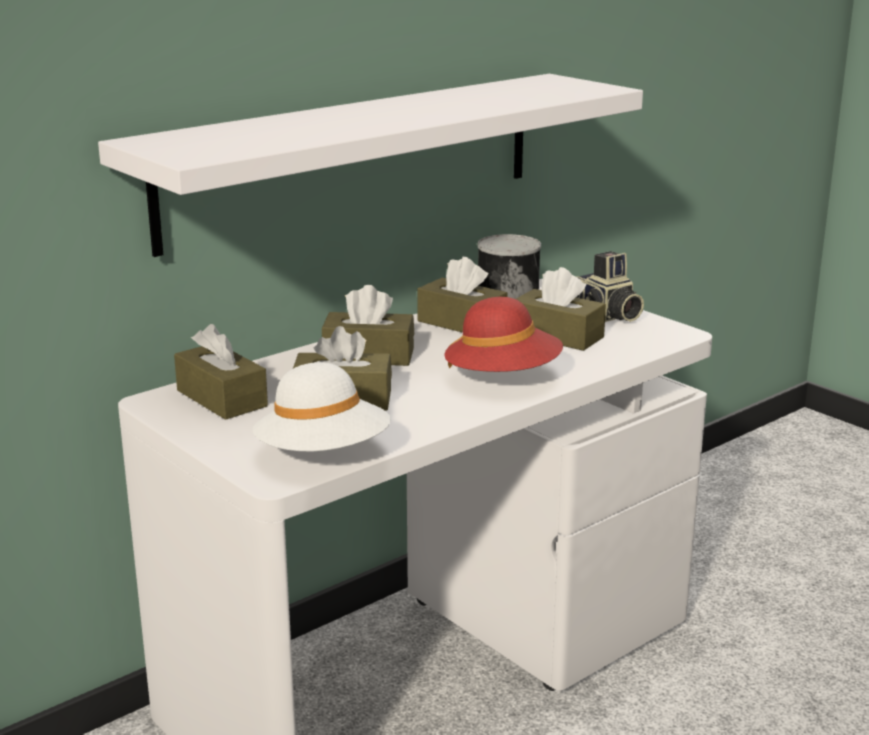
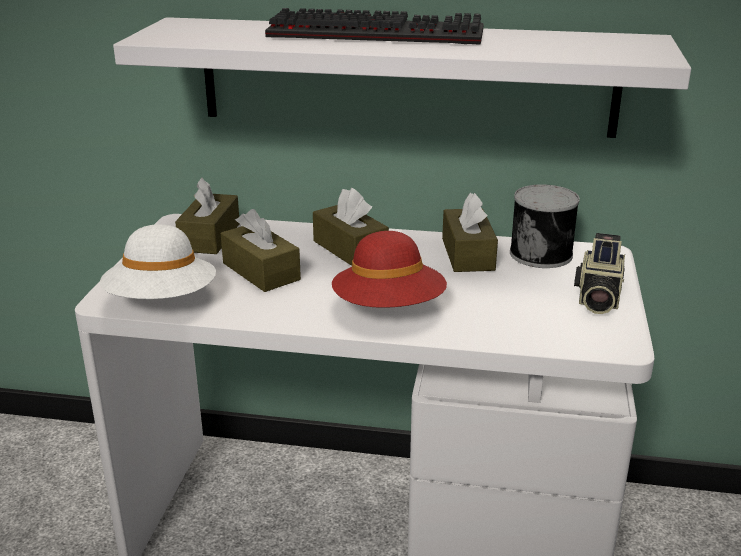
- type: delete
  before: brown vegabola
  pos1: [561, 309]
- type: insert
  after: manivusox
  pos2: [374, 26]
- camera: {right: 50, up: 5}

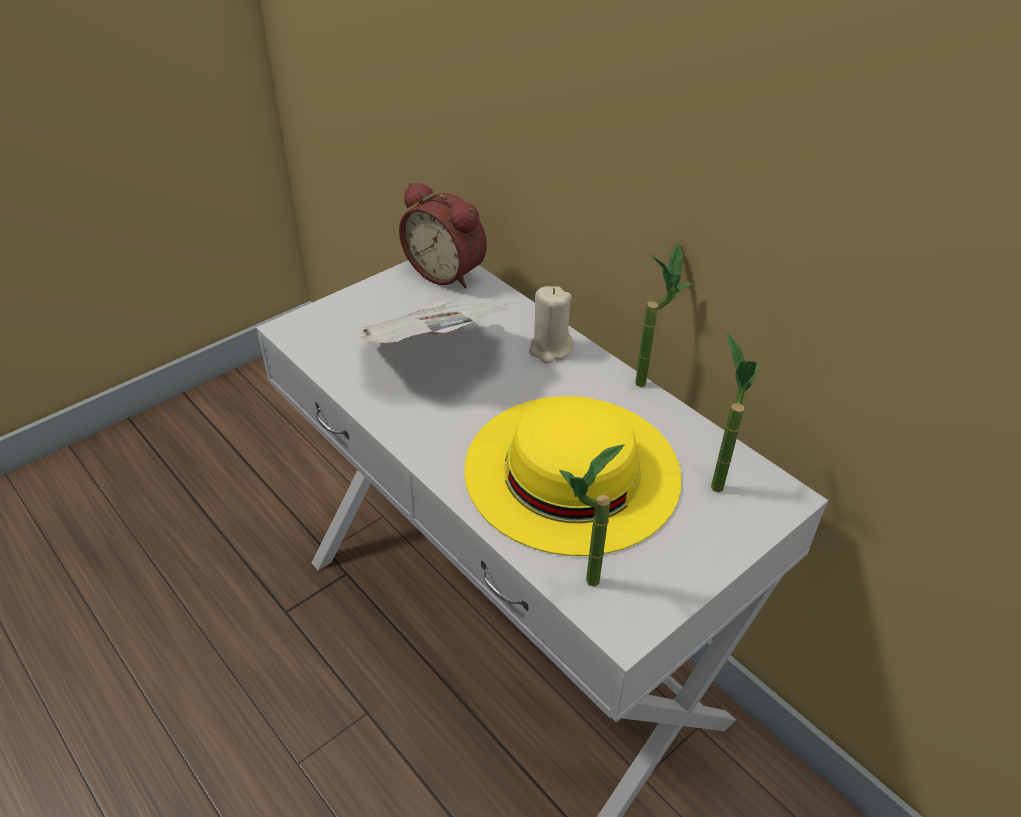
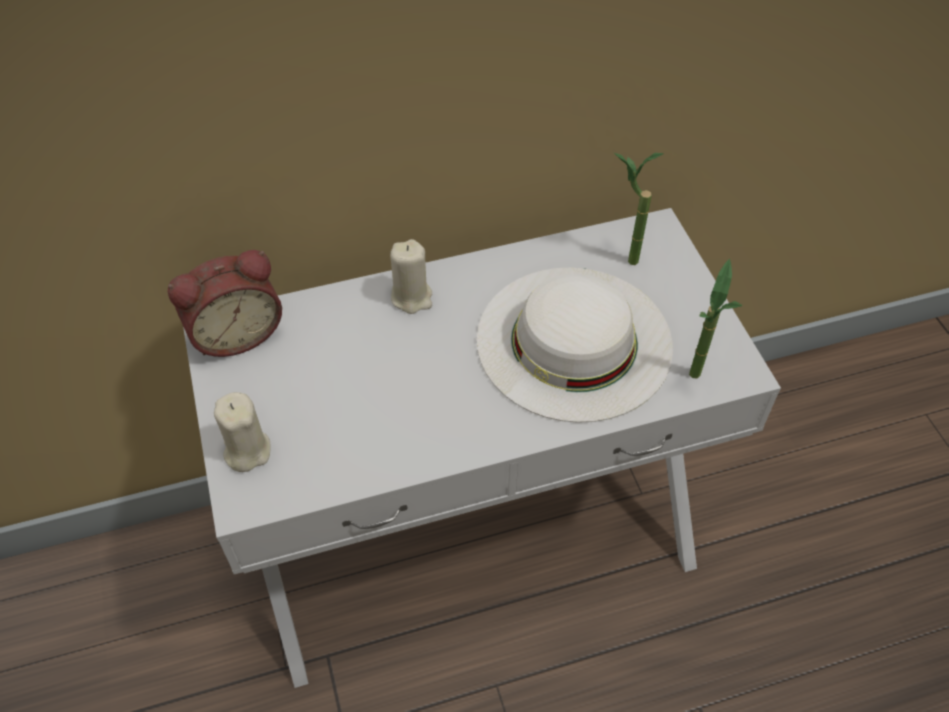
- type: delete
  before: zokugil
  pos1: [434, 322]
- type: delete
  before: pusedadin
  pos1: [664, 314]
- type: insert
  after: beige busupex
  pos2: [242, 432]
- type: recolor
  before: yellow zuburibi
  after: white zuburibi
  pos1: [573, 476]
  pos2: [575, 345]
- camera: {right: -65, up: 10}

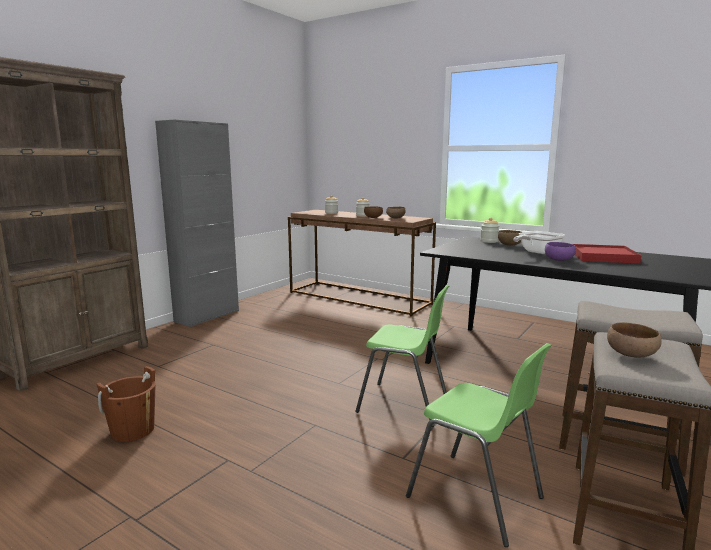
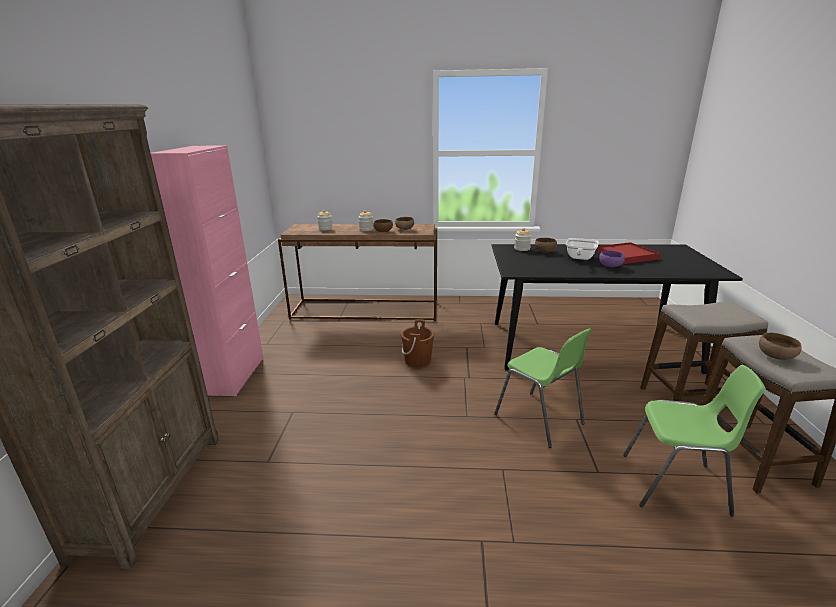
- type: move
  before: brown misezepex
  pos1: [126, 404]
  pos2: [417, 343]
- type: recolor
  before: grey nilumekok
  after: pink nilumekok
  pos1: [197, 223]
  pos2: [207, 270]
- type: rotate
  before: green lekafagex
  pos1: [402, 356]
  pos2: [543, 388]
  turn: 60
- camera: {right: -30, up: 10}

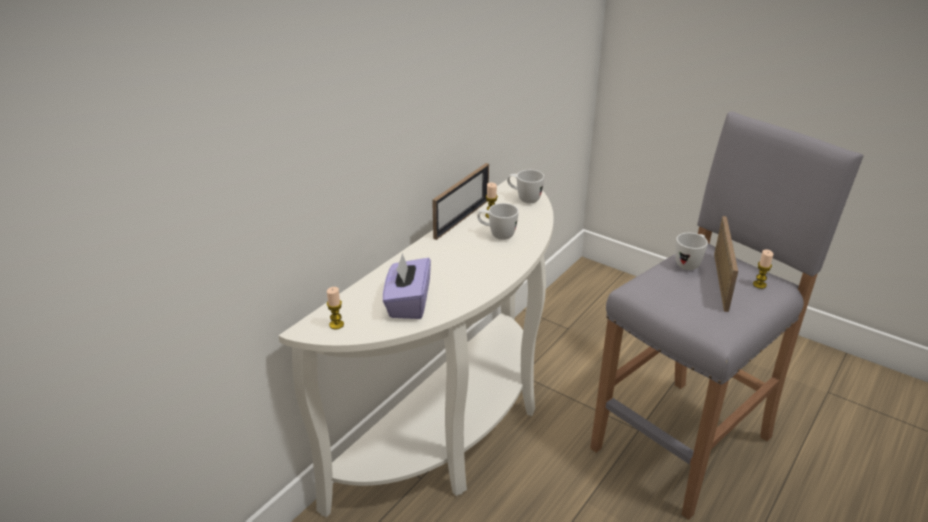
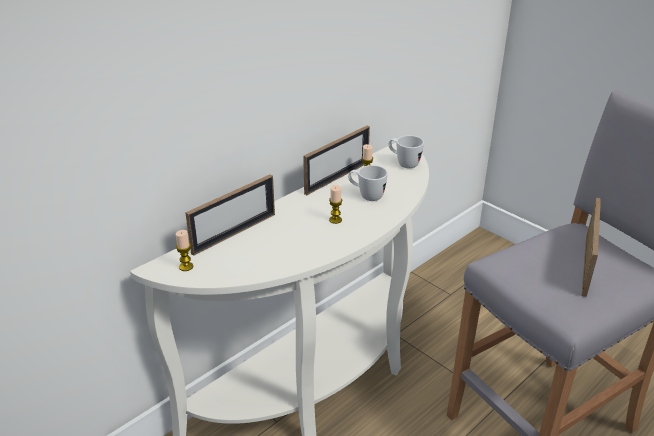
- type: delete
  before: purple vegabola
  pos1: [407, 286]
- type: delete
  before: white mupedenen
  pos1: [691, 251]
- type: insert
  after: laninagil
  pos2: [230, 215]
- type: move
  before: busupex
  pos1: [763, 269]
  pos2: [335, 204]
- camera: {right: 10, up: 0}

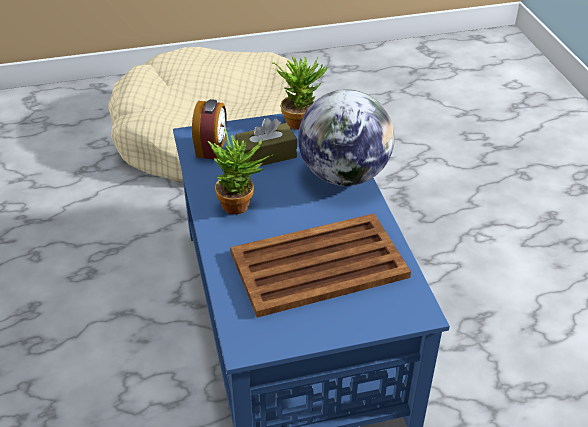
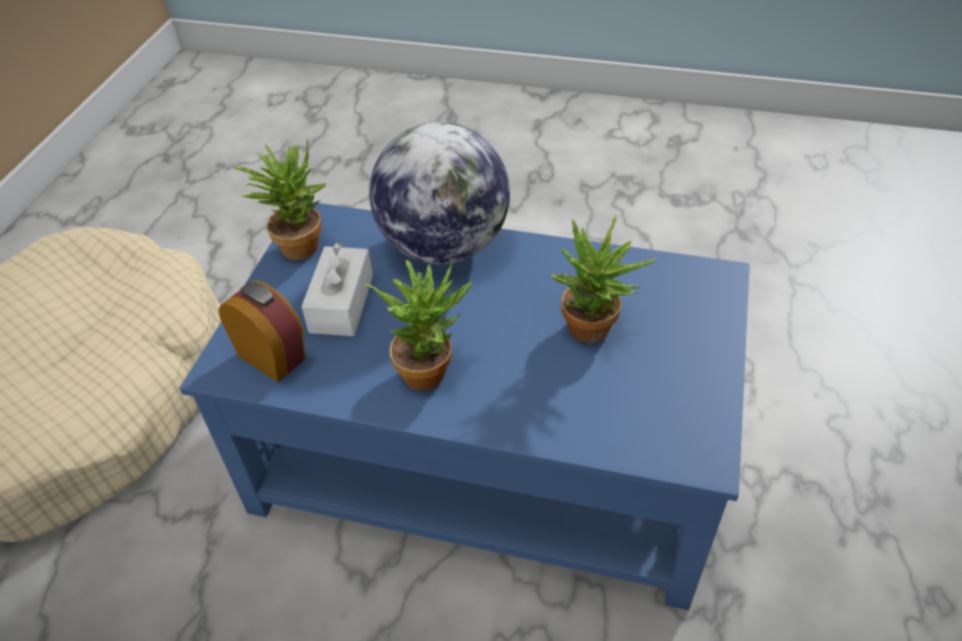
- type: replace
  before: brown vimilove
  after: pusedadin
  pos1: [321, 266]
  pos2: [603, 279]
- type: recolor
  before: brown vegabola
  after: white vegabola
  pos1: [266, 142]
  pos2: [337, 289]
- camera: {right: -60, up: 5}

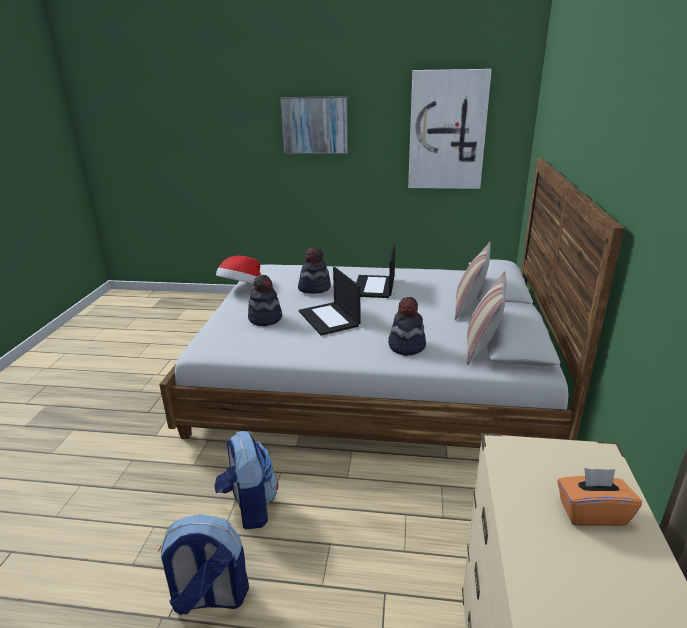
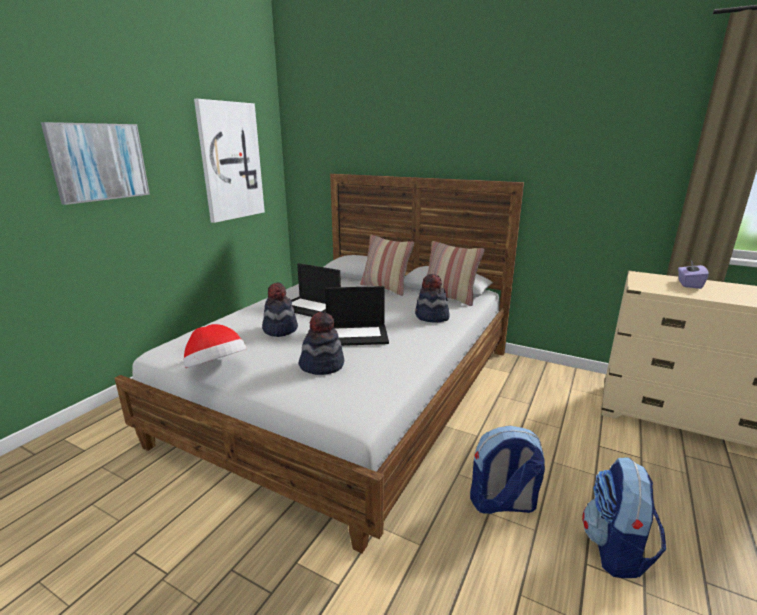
- type: recolor
  before: orange vegabola
  after: purple vegabola
  pos1: [599, 497]
  pos2: [693, 274]
- camera: {right: -70, up: -5}

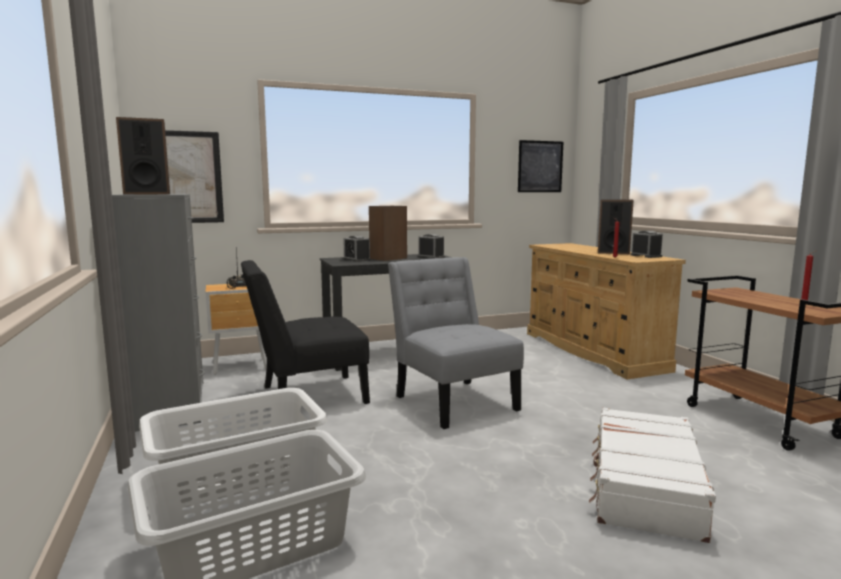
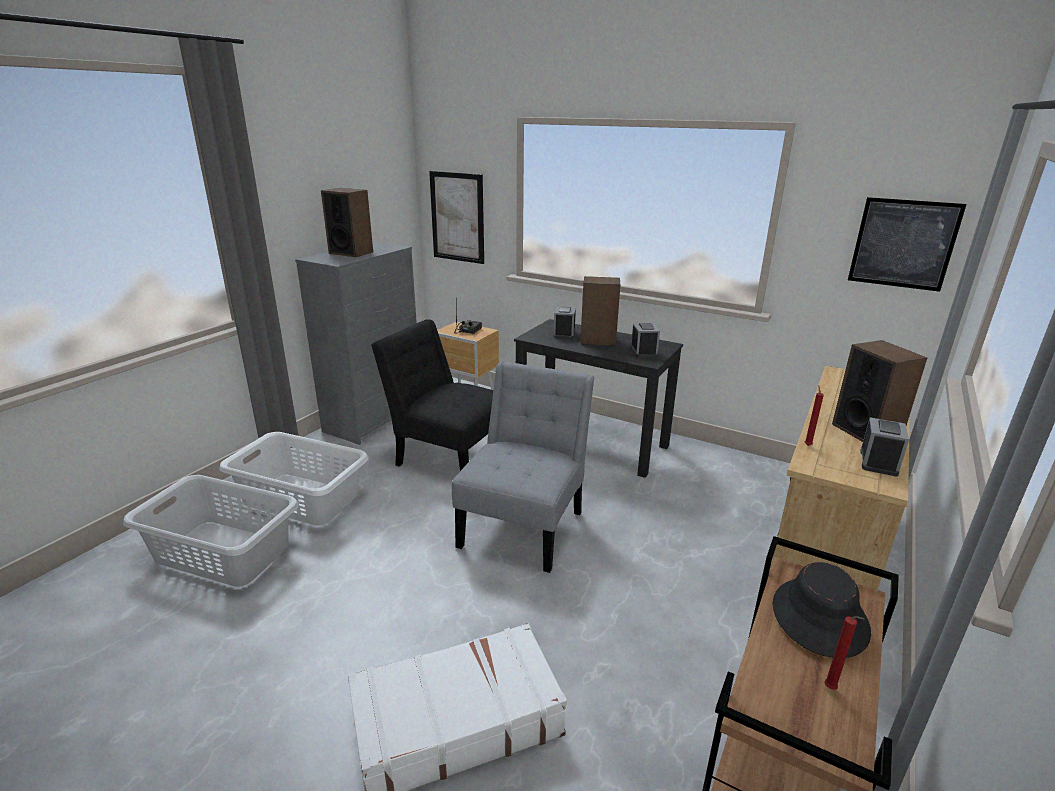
- type: insert
  after: black zuburibi
  pos2: [822, 610]
- camera: {right: 50, up: 15}

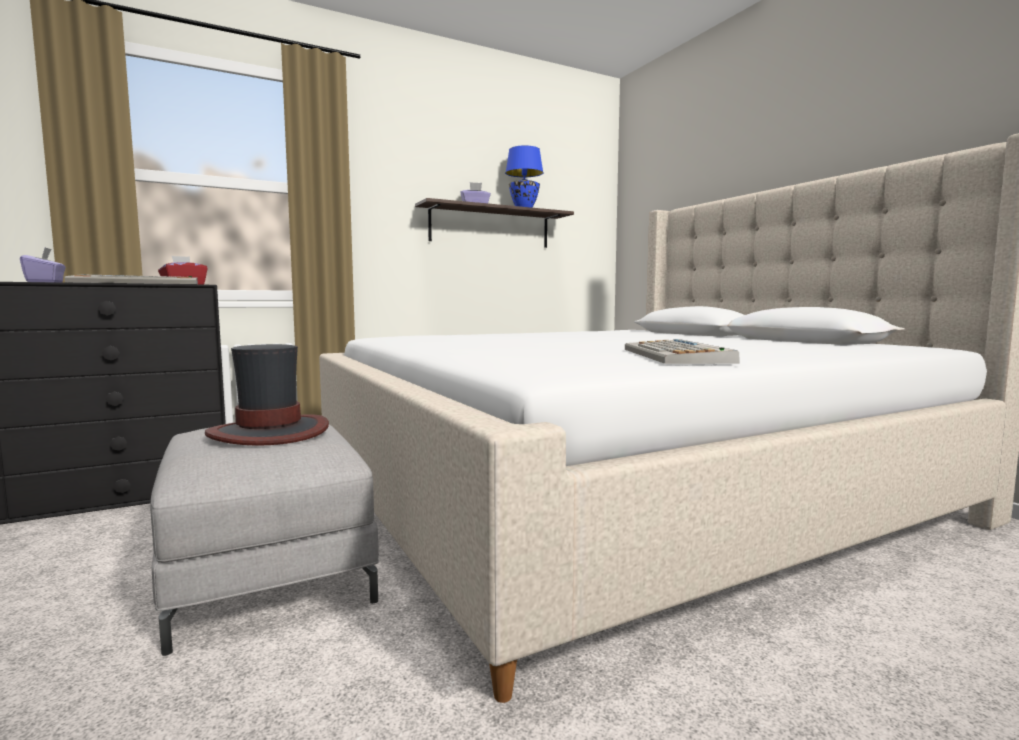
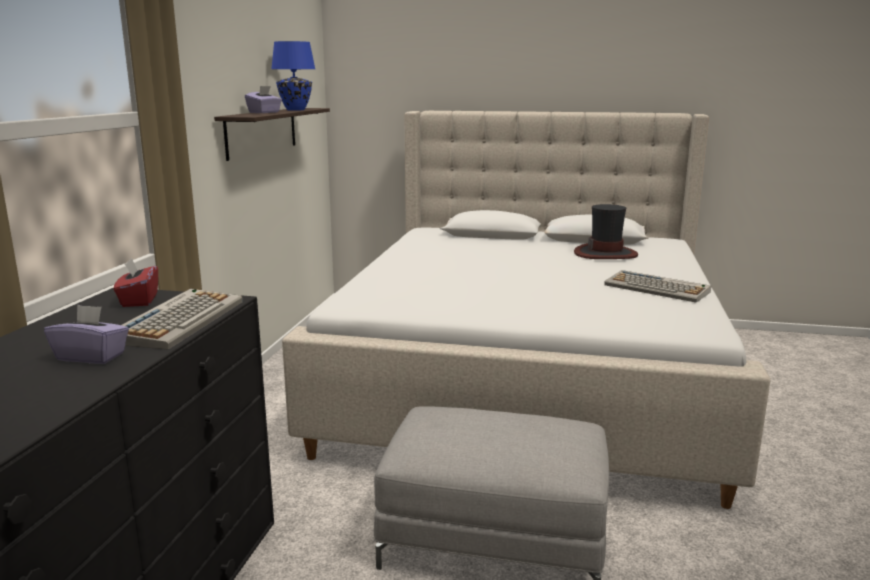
- type: move
  before: zuburibi
  pos1: [267, 395]
  pos2: [606, 231]
- camera: {right: -50, up: 10}

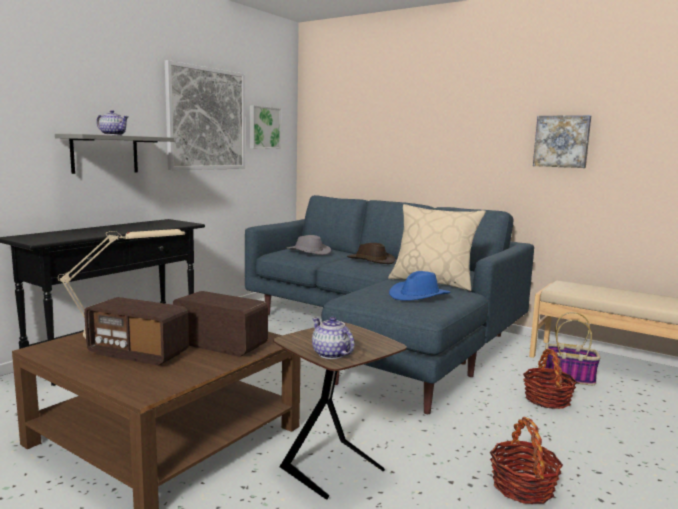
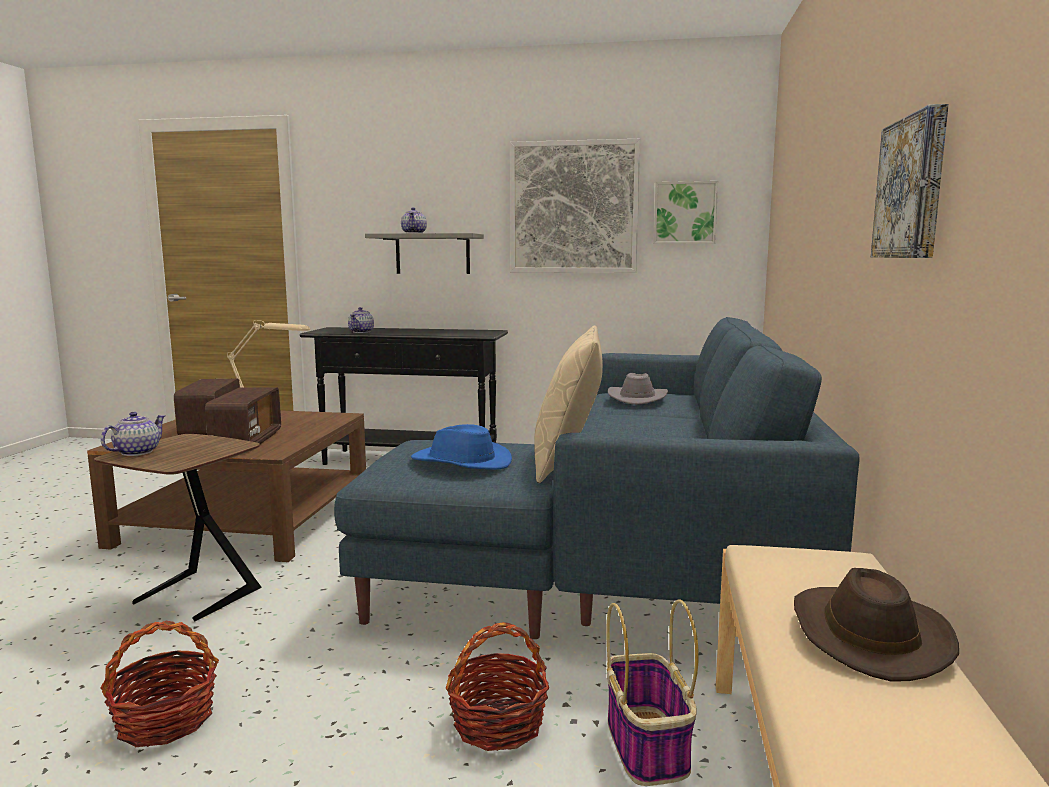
- type: insert
  after: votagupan
  pos2: [361, 320]
- type: move
  before: brown zuburibi
  pos1: [371, 253]
  pos2: [876, 625]
- camera: {right: 65, up: 0}

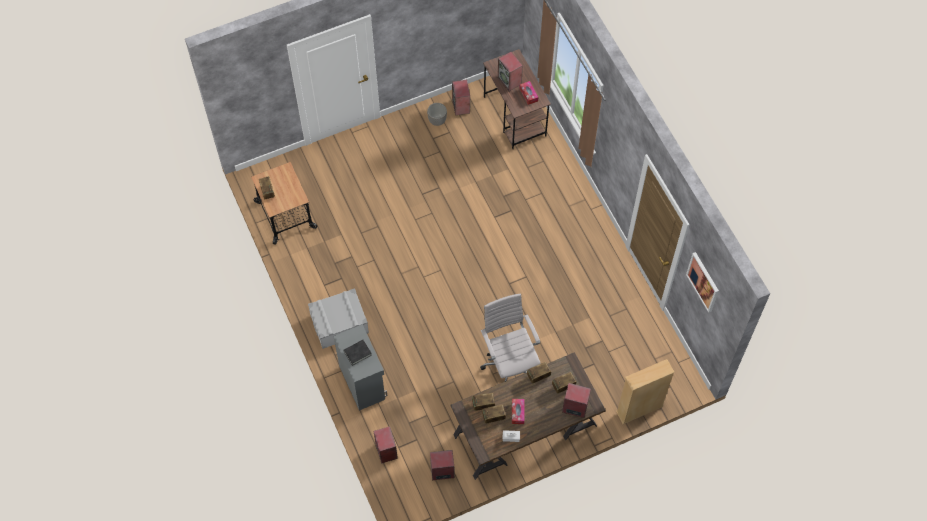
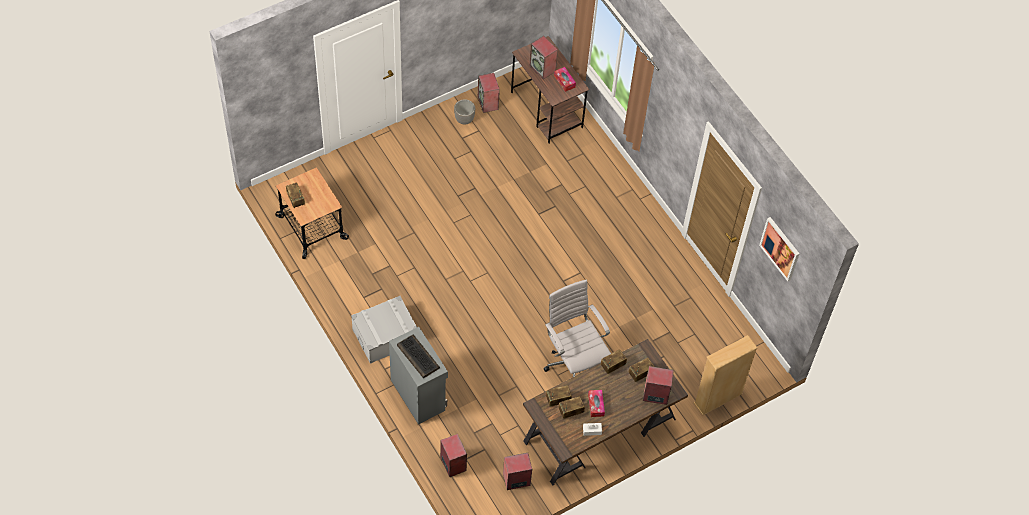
- type: replace
  before: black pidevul
  after: manivusox
  pos1: [357, 353]
  pos2: [418, 356]
- camera: {right: -10, up: -5}

